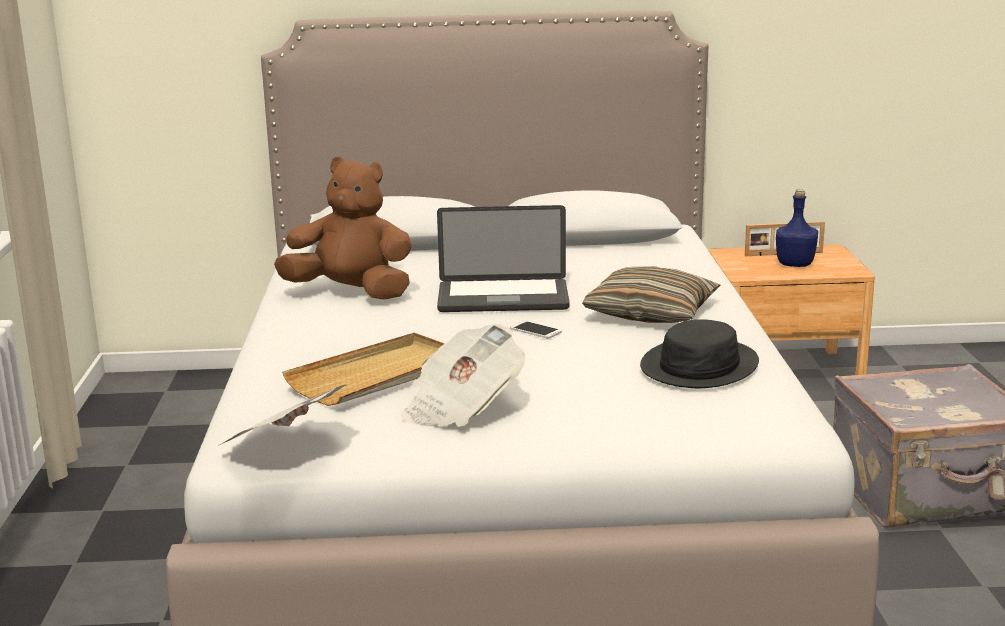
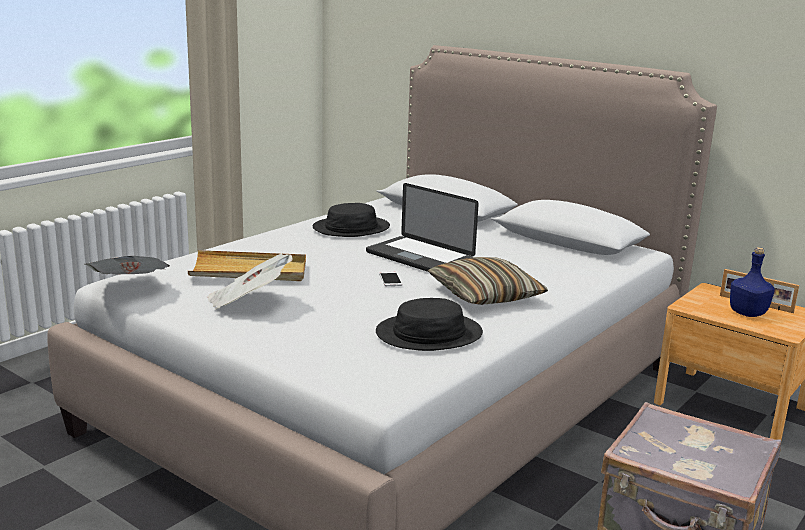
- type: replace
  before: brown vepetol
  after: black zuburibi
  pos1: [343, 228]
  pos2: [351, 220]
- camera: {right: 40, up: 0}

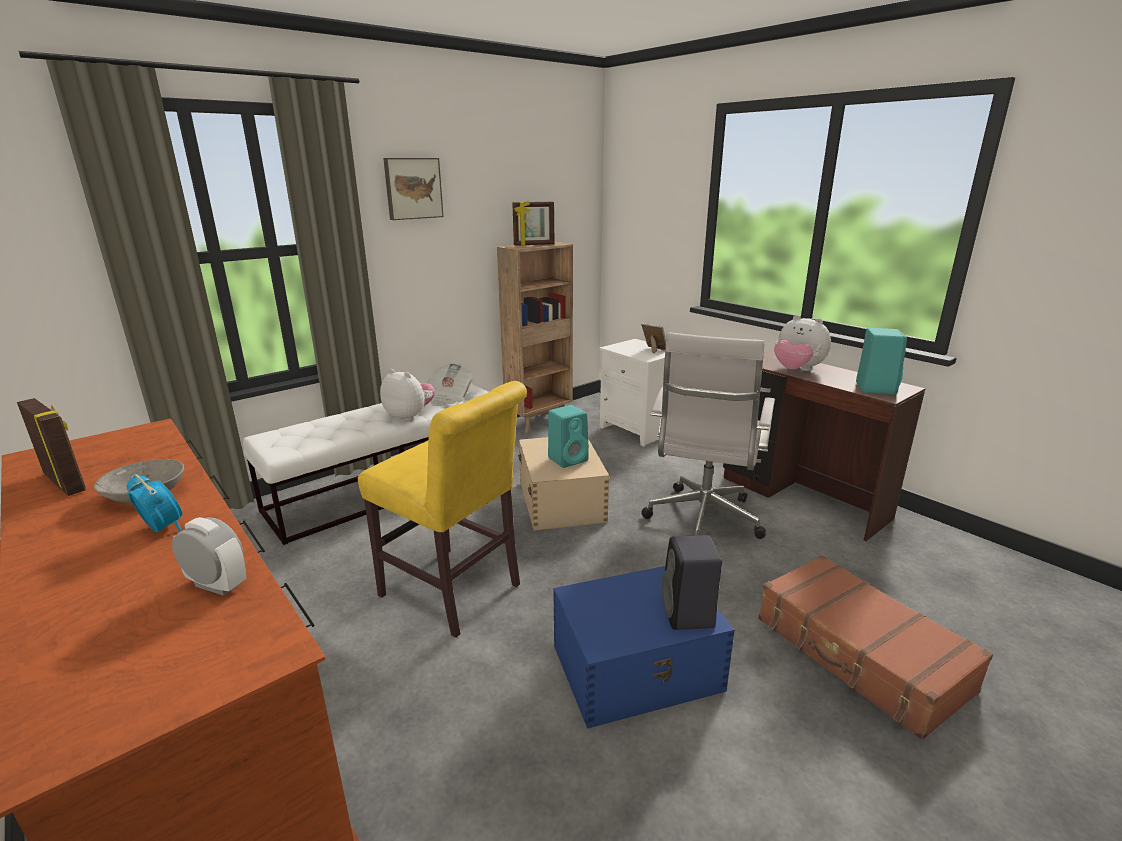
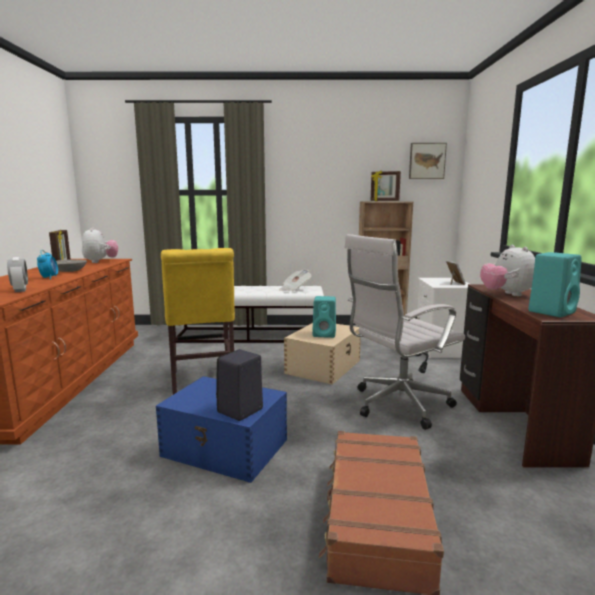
- type: move
  before: vepetol
  pos1: [407, 395]
  pos2: [100, 245]
- type: move
  before: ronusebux
  pos1: [413, 189]
  pos2: [428, 161]
- camera: {right: 40, up: -10}

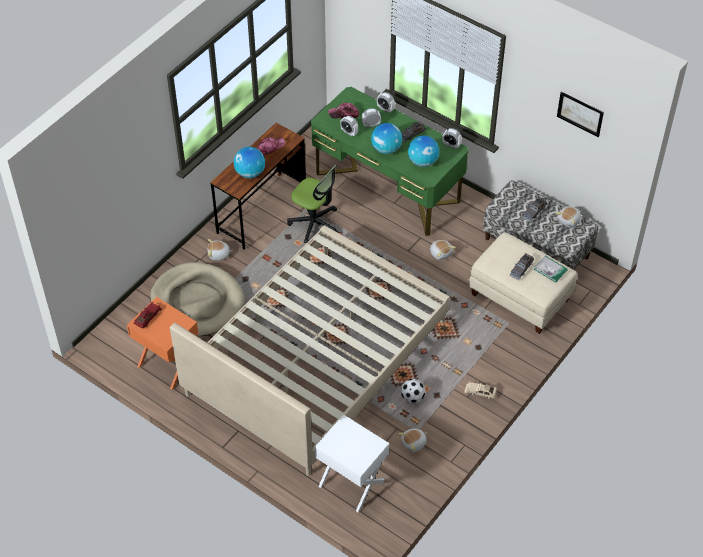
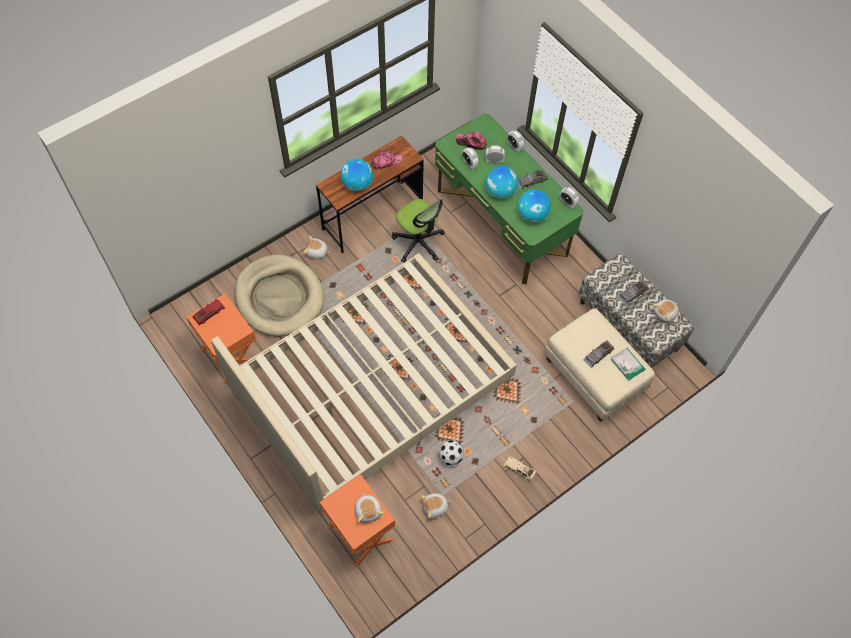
- type: delete
  before: ronusebux
  pos1: [580, 114]
- type: move
  before: vepetol
  pos1: [443, 250]
  pos2: [369, 508]
- type: recolor
  before: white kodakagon
  after: orange kodakagon
  pos1: [352, 463]
  pos2: [357, 520]
- camera: {right: 15, up: 10}

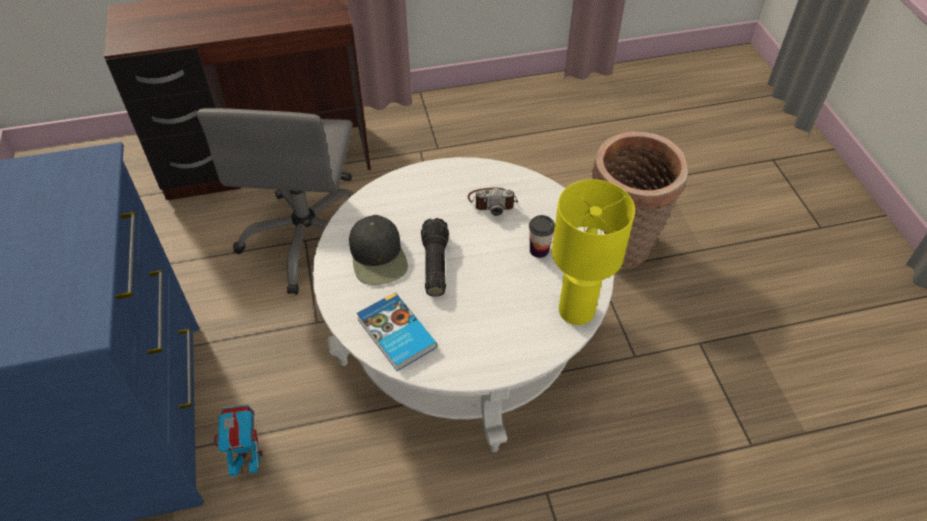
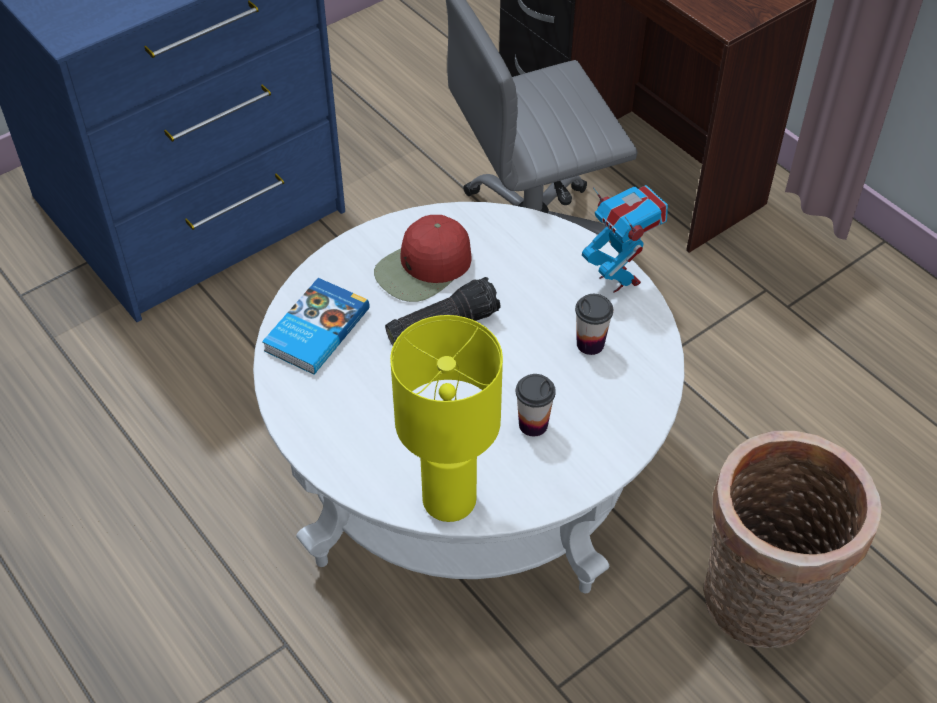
- type: move
  before: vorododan
  pos1: [236, 440]
  pos2: [625, 239]
- type: replace
  before: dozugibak
  after: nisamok
  pos1: [493, 202]
  pos2: [594, 324]
- type: recolor
  before: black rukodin
  after: red rukodin
  pos1: [378, 250]
  pos2: [422, 258]
- camera: {right: 65, up: 0}

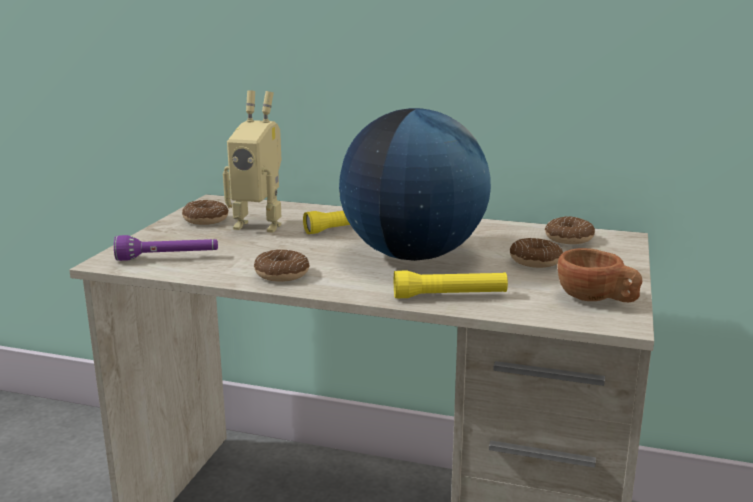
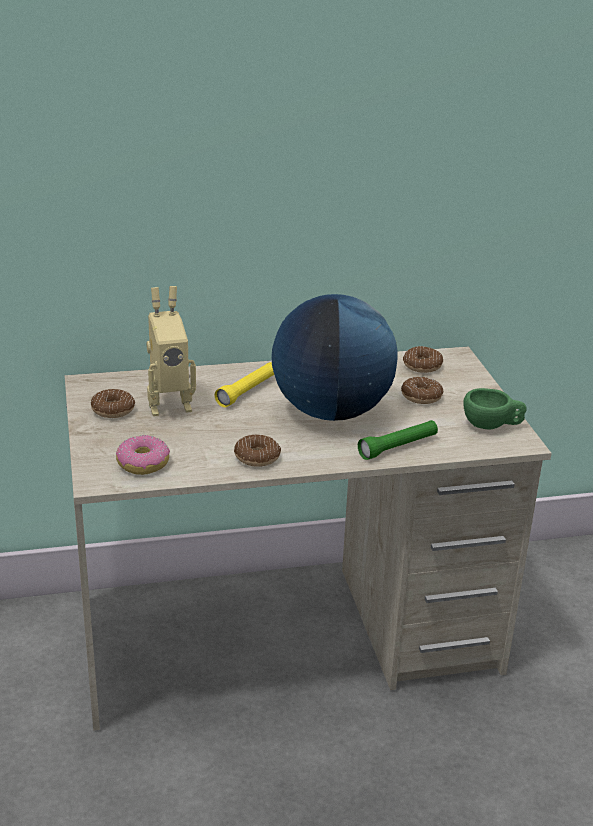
- type: replace
  before: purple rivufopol
  after: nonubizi
  pos1: [166, 248]
  pos2: [143, 455]
- type: recolor
  before: yellow rivufopol
  after: green rivufopol
  pos1: [451, 284]
  pos2: [398, 440]
- type: recolor
  before: brown nisamok
  after: green nisamok
  pos1: [600, 275]
  pos2: [495, 408]
- camera: {right: -30, up: 10}

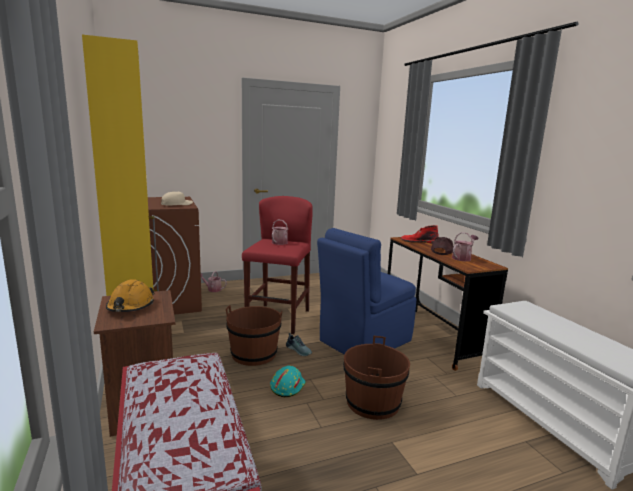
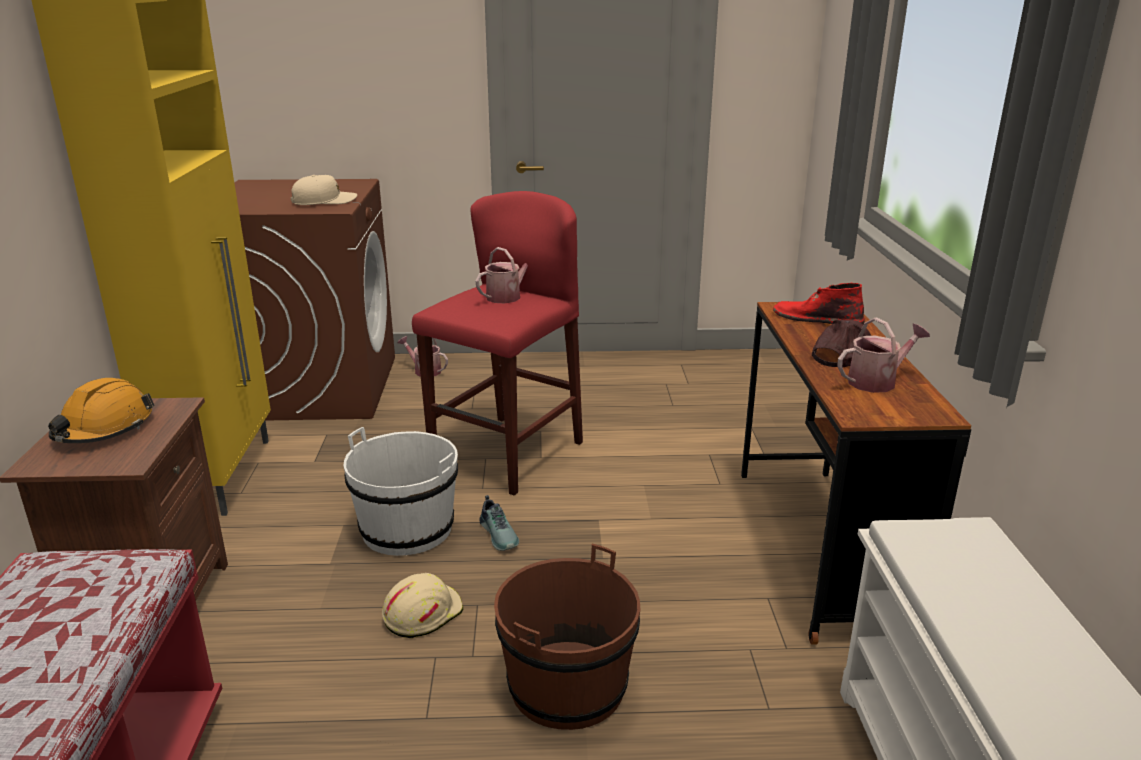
- type: delete
  before: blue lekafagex
  pos1: [366, 291]
- type: recolor
  before: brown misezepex
  after: white misezepex
  pos1: [254, 335]
  pos2: [401, 491]
- type: recolor
  before: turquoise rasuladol
  after: beige rasuladol
  pos1: [288, 381]
  pos2: [423, 605]
- camera: {right: 20, up: 10}

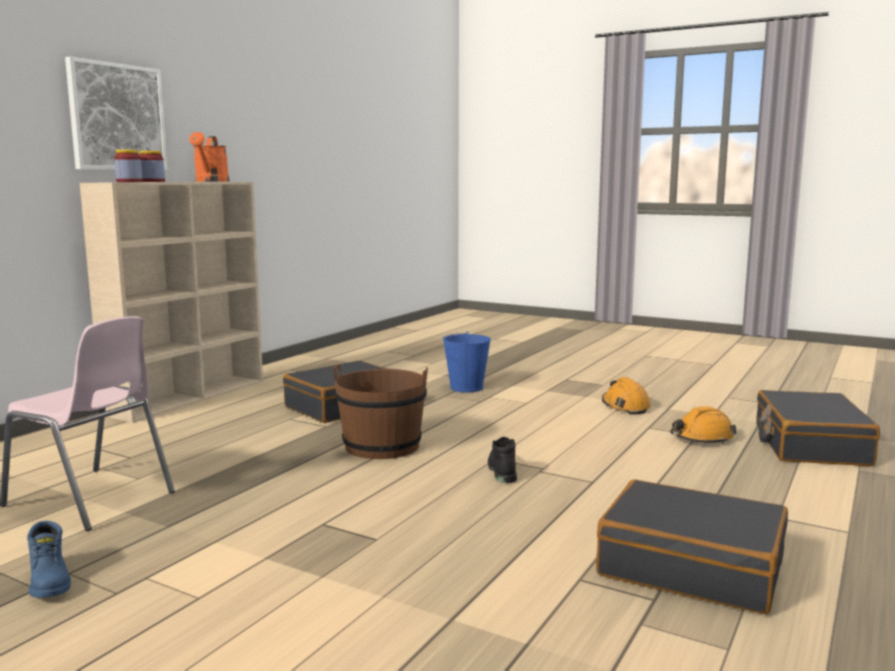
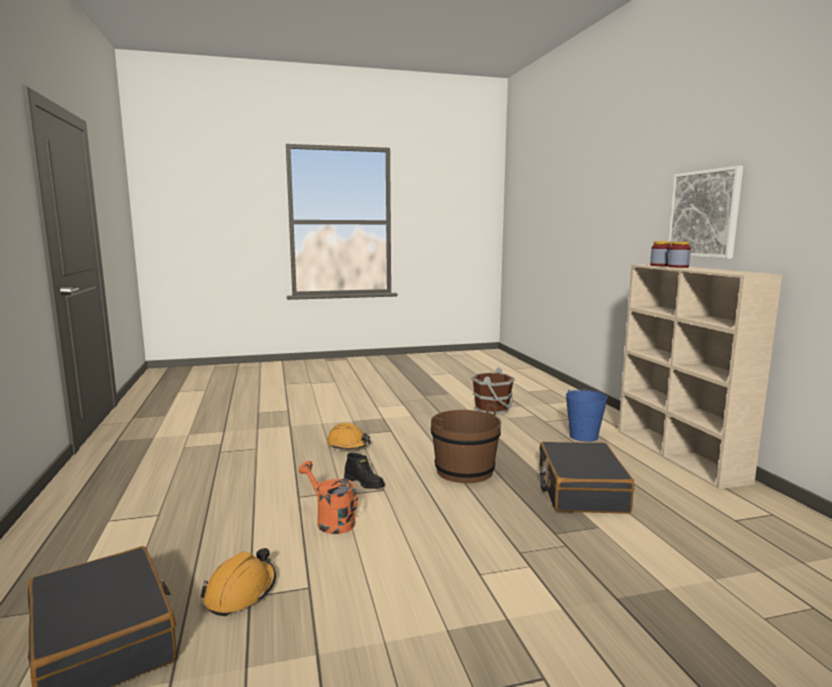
- type: delete
  before: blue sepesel
  pos1: [49, 559]
- type: delete
  before: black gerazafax
  pos1: [692, 547]
- type: move
  before: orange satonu
  pos1: [209, 157]
  pos2: [328, 497]
- type: move
  before: blue misezepex
  pos1: [467, 362]
  pos2: [587, 415]
- type: move
  before: orange rasuladol
  pos1: [626, 395]
  pos2: [349, 436]
- type: replace
  before: pink lekafagex
  after: brown misezepex
  pos1: [87, 423]
  pos2: [493, 391]
- camera: {right: 135, up: 0}

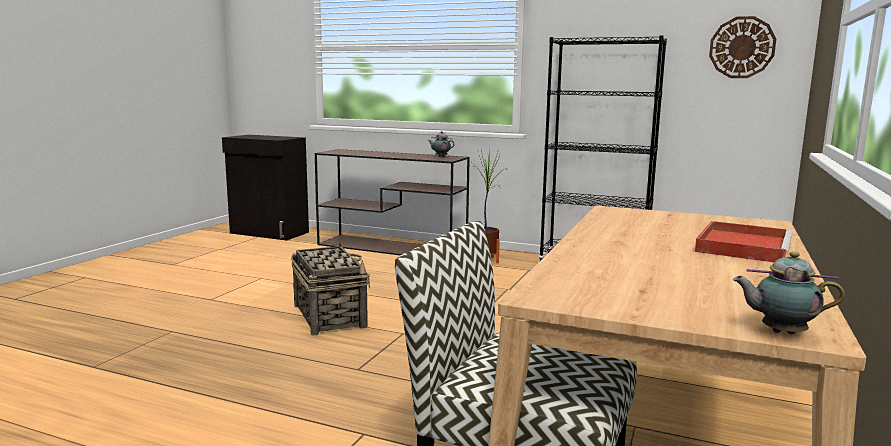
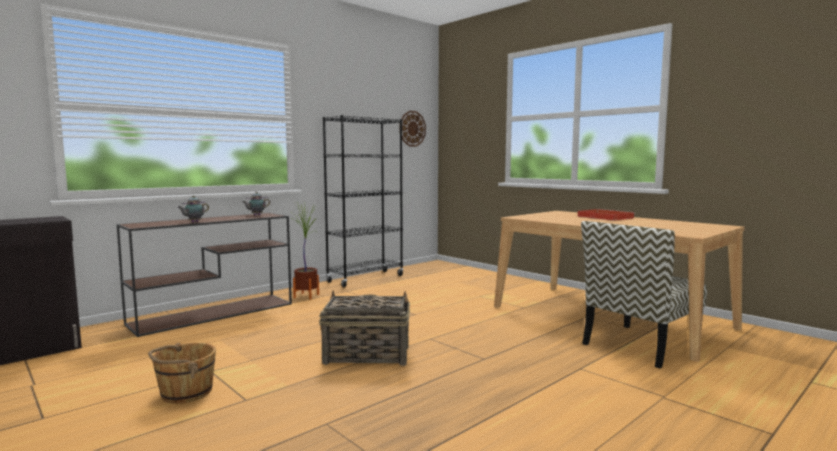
- type: insert
  after: brown misezepex
  pos2: [182, 373]
- type: move
  before: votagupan
  pos1: [789, 292]
  pos2: [193, 209]
- camera: {right: -65, up: -5}

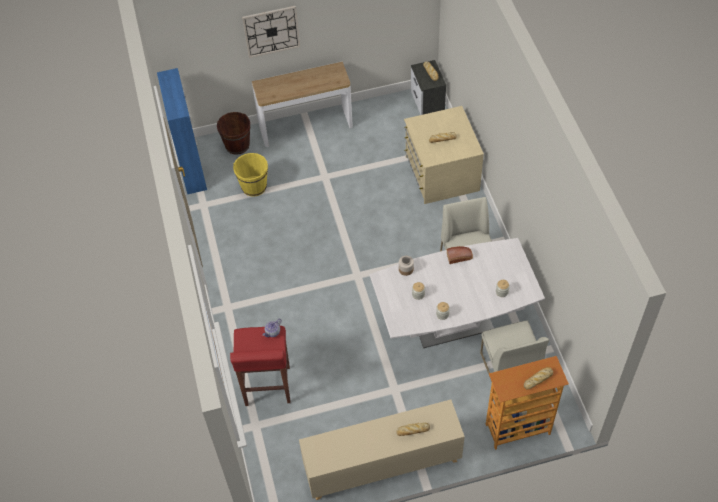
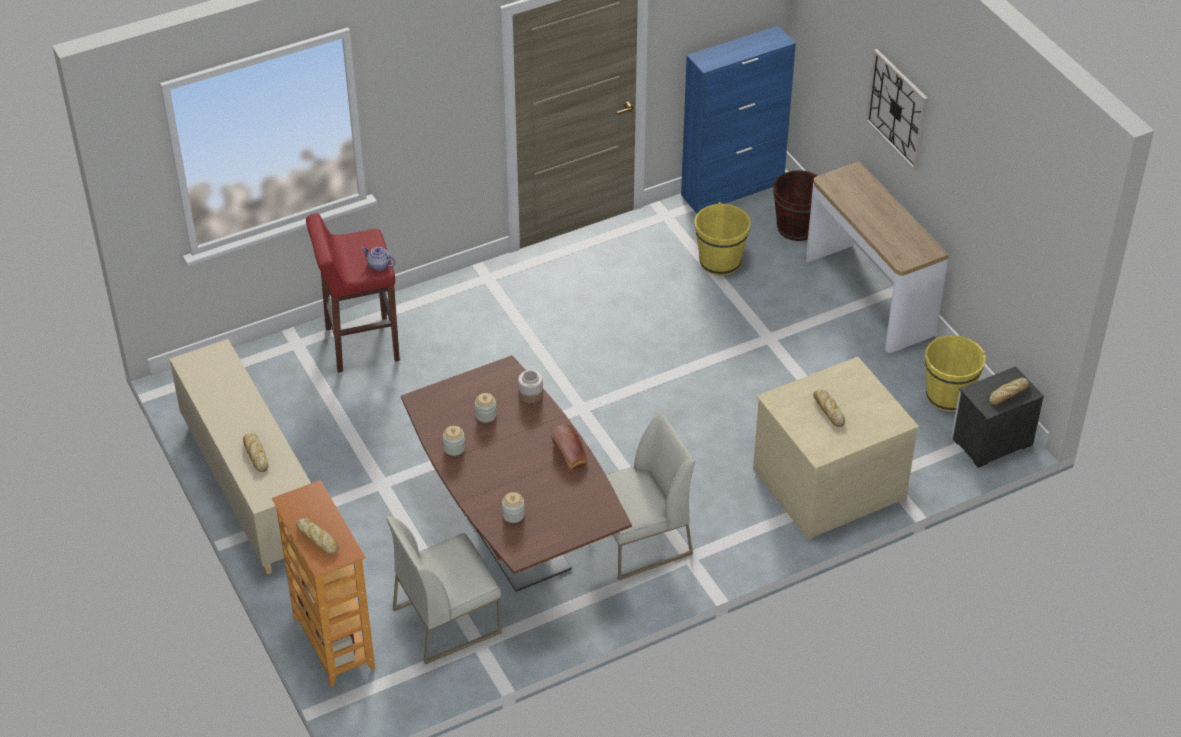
- type: insert
  after: yellow misezepex
  pos2: [955, 373]
- type: recolor
  before: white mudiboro
  after: brown mudiboro
  pos1: [457, 293]
  pos2: [516, 473]
- camera: {right: 75, up: -10}

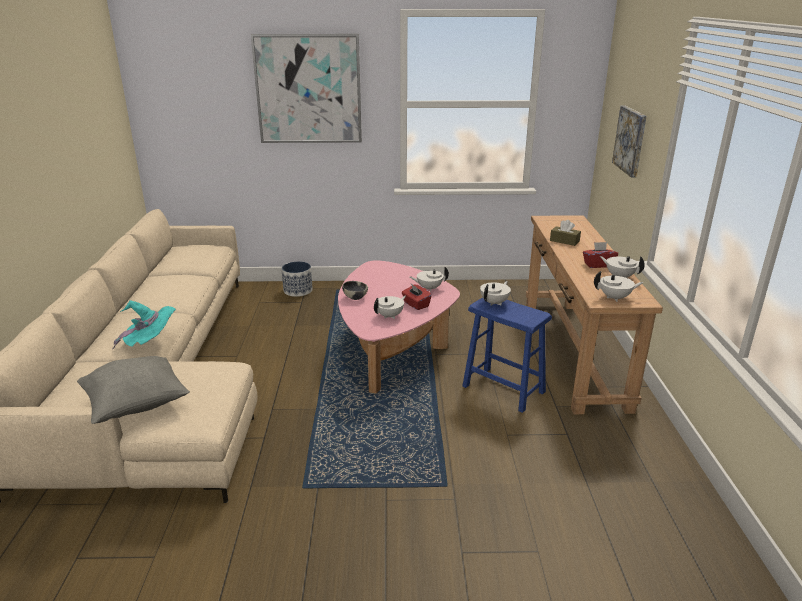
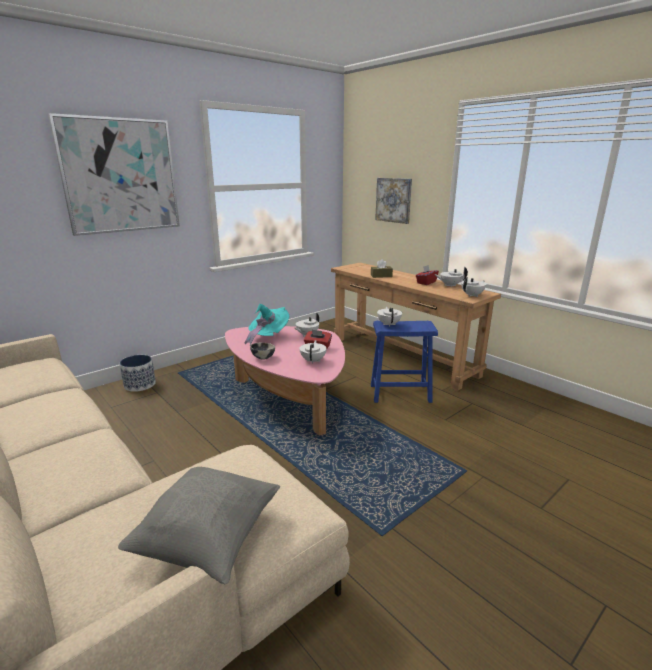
- type: move
  before: turquoise zuburibi
  pos1: [144, 325]
  pos2: [266, 325]
- camera: {right: -40, up: -5}

